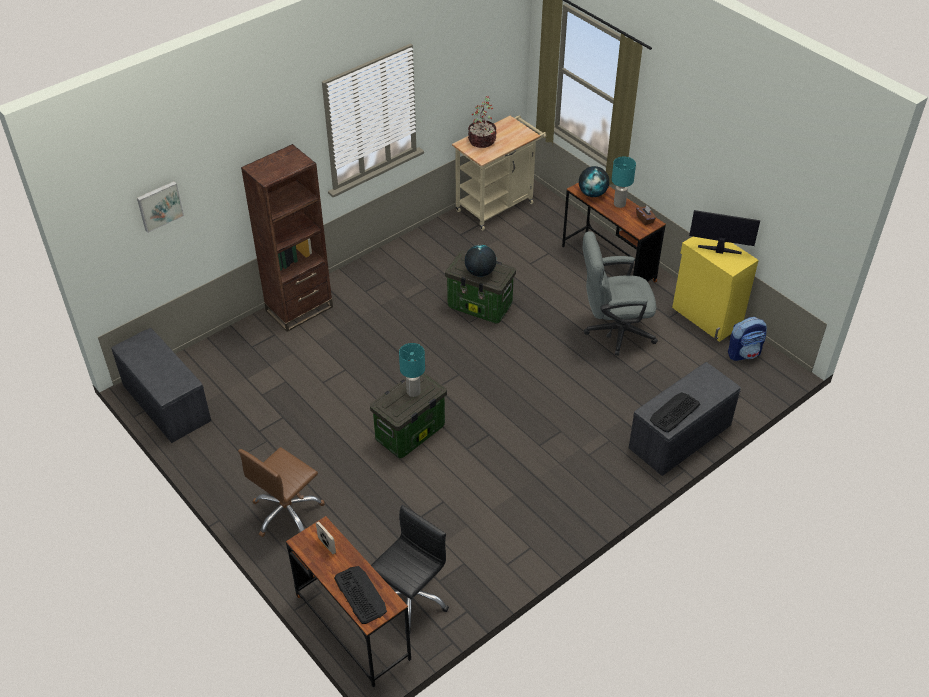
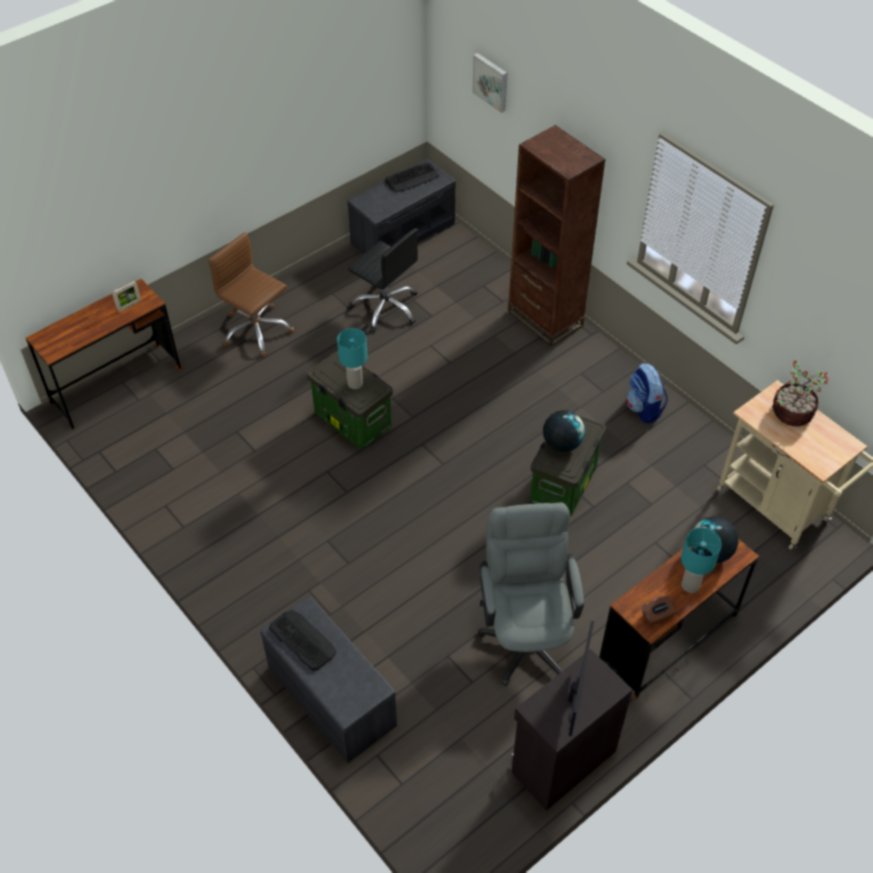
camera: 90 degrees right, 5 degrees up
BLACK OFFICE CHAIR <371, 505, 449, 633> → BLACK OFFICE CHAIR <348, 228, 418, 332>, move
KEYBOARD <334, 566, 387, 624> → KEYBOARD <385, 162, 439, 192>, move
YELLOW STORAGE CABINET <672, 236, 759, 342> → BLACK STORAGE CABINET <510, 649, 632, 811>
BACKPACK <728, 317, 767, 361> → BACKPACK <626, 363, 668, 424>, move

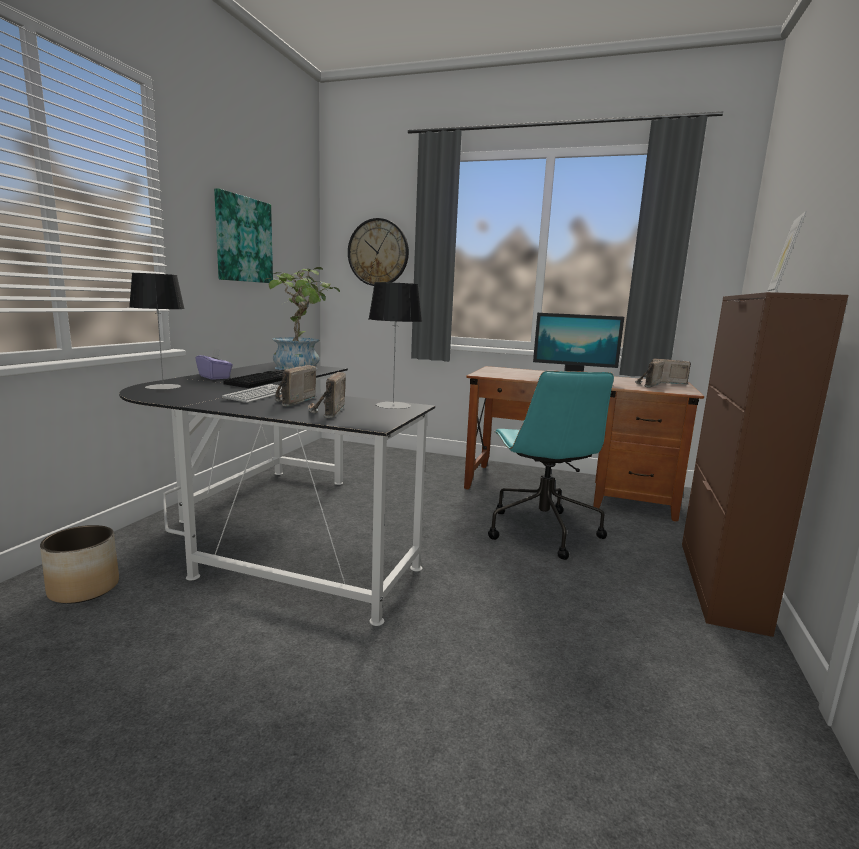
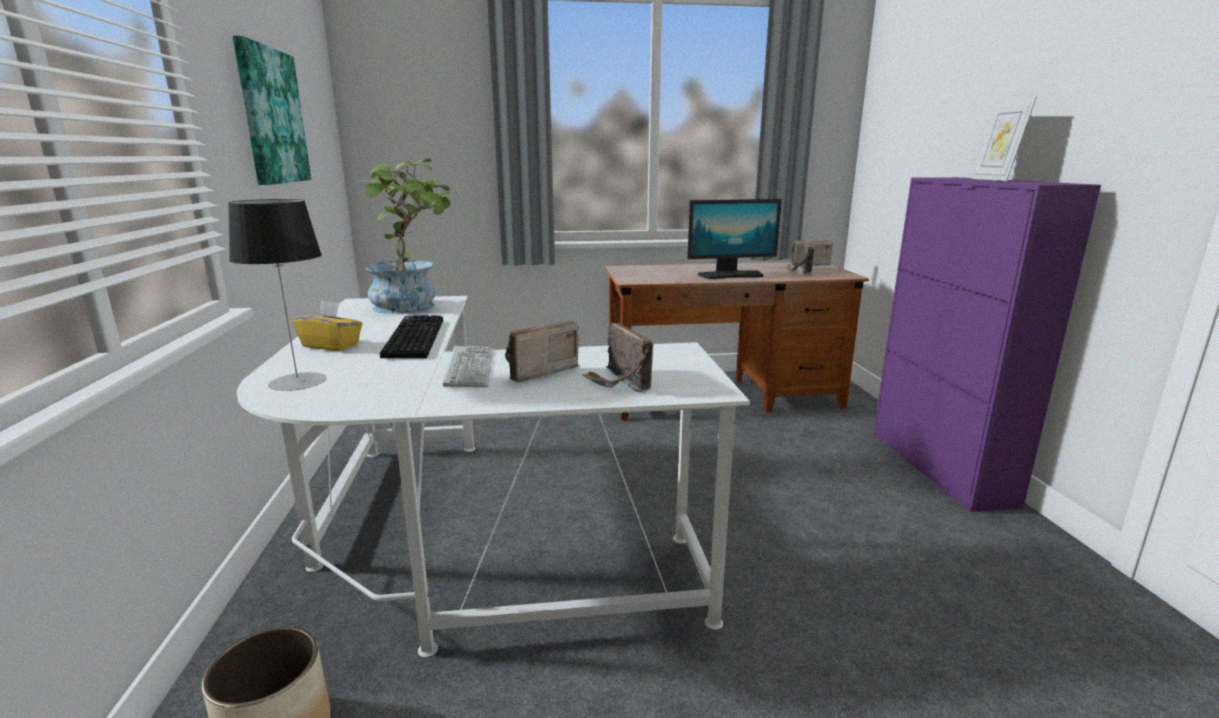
camera: 25 degrees left, 5 degrees up
BLACK DESK UNIT <119, 362, 435, 626> → WHITISH DESK UNIT <237, 296, 750, 657>
PURPLISH TISSUE HOLDER <195, 349, 233, 380> → YELLOW TISSUE HOLDER <292, 301, 362, 351>
RADIO <275, 365, 316, 407> → RADIO <505, 320, 580, 382>, 60 degrees clockwise
BROWNISH STORAGE CABINET <682, 292, 848, 637> → PURPLISH STORAGE CABINET <873, 177, 1101, 512>
CLOCK ON THE WALL <348, 218, 409, 286> → -
LAMP FOR A TABLE <369, 282, 422, 409> → -
BLUE-GREEN OFFICE CHAIR <488, 371, 614, 560> → -

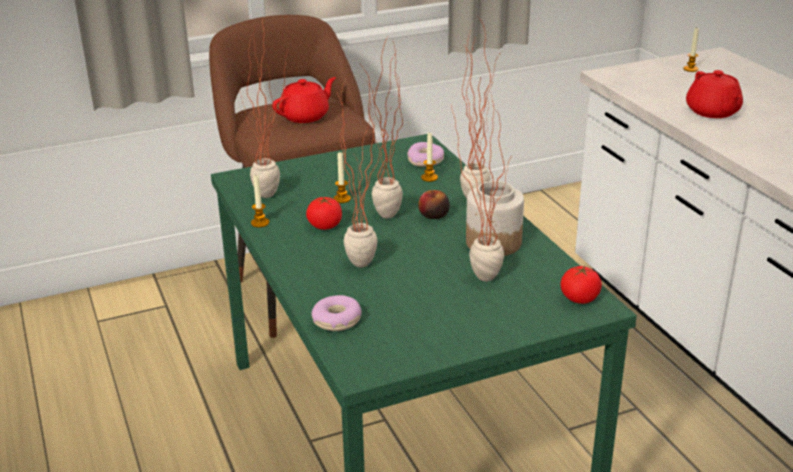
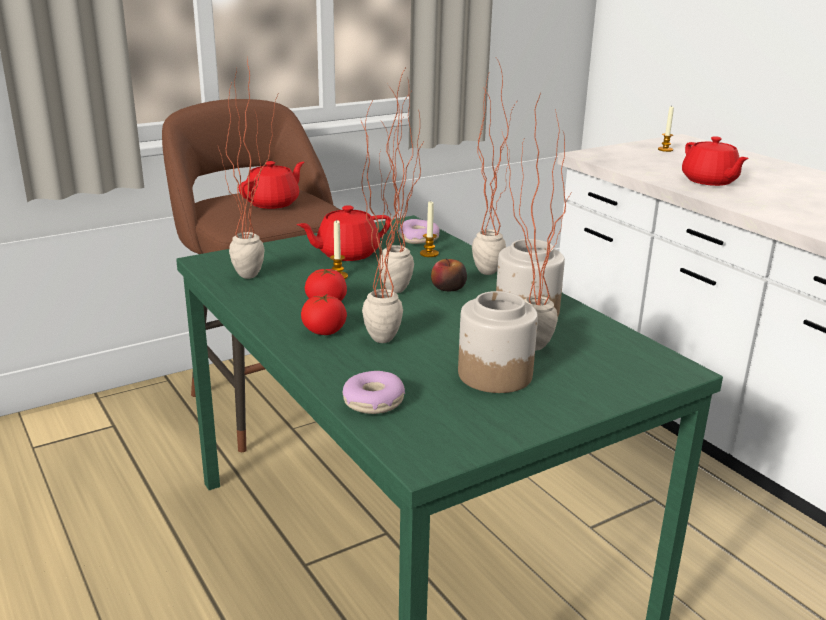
camera: 10 degrees left, 5 degrees down
- → RED-COLOURED POT FOR TEA <297, 205, 391, 261>
WHOLE TOMATO <560, 266, 602, 304> → WHOLE TOMATO <301, 294, 347, 335>, move
- → PRESERVE JAR <458, 291, 538, 393>
WAX LIGHT <251, 175, 269, 227> → -

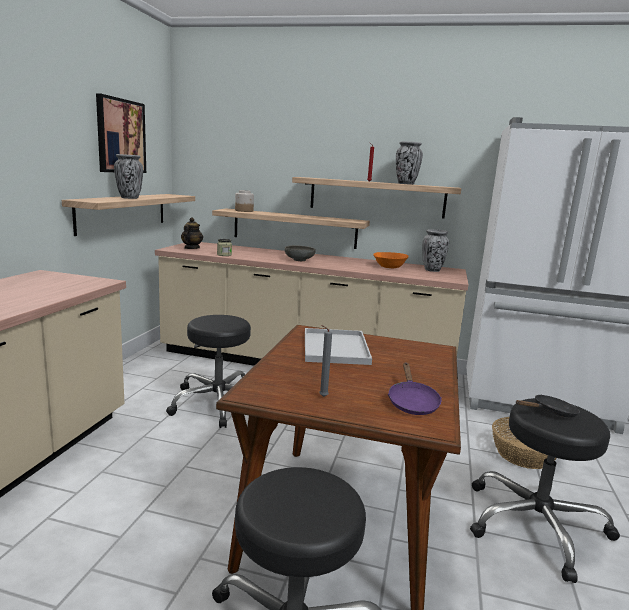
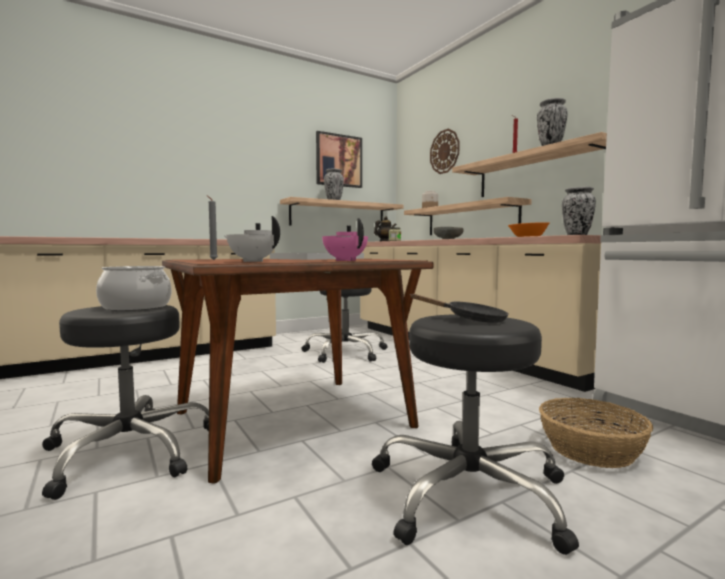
camera: 45 degrees right, 10 degrees down
- → COOKING POT <96, 266, 172, 311>
PURPLISH FRYING PAN <388, 363, 442, 415> → WHITISH POT FOR TEA <225, 216, 280, 262>
- → PINK POT FOR TEA <322, 218, 368, 261>
- → CLOCK ON THE WALL <430, 129, 460, 174>

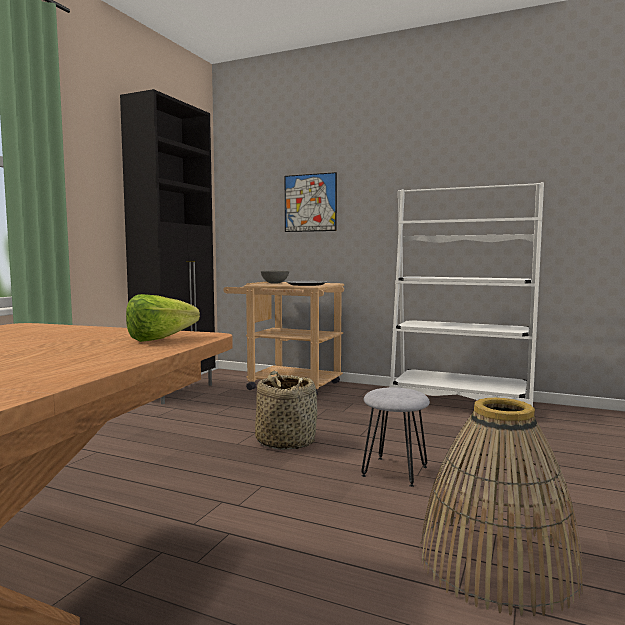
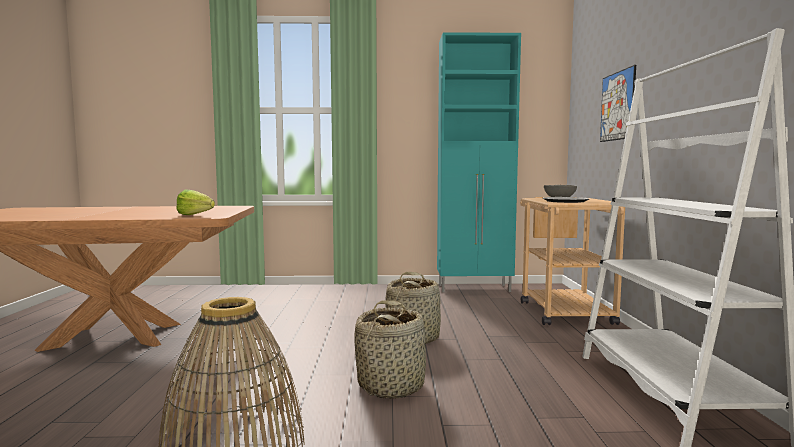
camera: 65 degrees right, 0 degrees up
GREYISH STOOL <361, 387, 430, 487> → STORAGE BASKET <354, 300, 426, 399>
BLACK STORAGE CABINET <120, 89, 215, 404> → BLUE-GREEN STORAGE CABINET <437, 32, 521, 292>

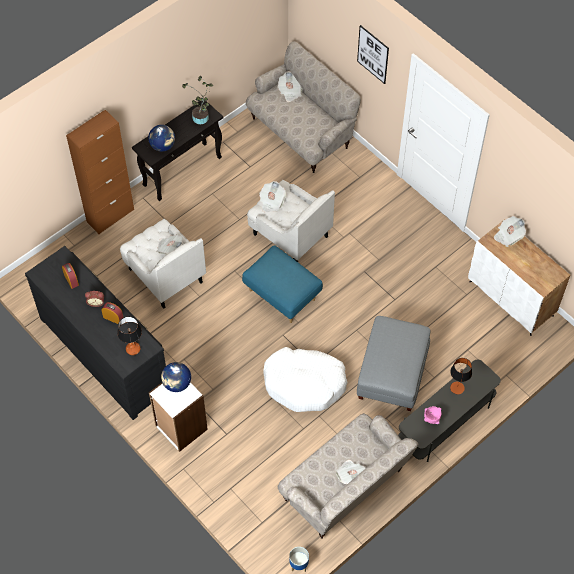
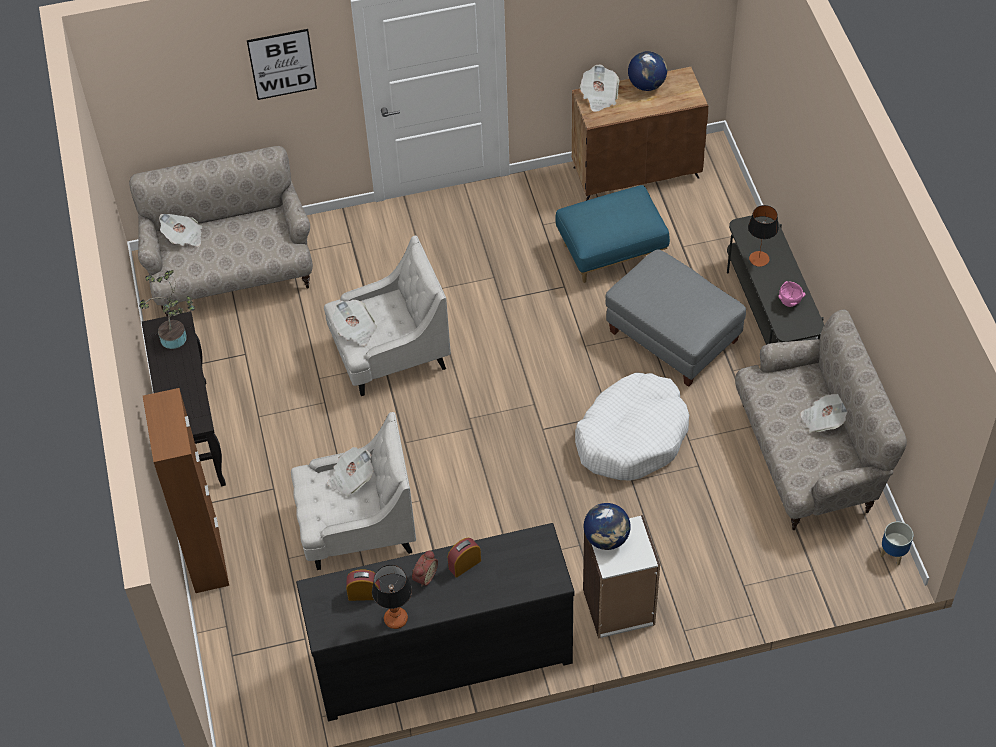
camera: 60 degrees left, 5 degrees down
LAMP FOR A TABLE <117, 317, 142, 355> → LAMP FOR A TABLE <372, 565, 412, 629>, move
BLUE-COLOURED OTTOMAN <242, 245, 323, 323> → BLUE-COLOURED OTTOMAN <556, 185, 670, 283>, move
WHITISH STORAGE CABINET <468, 219, 570, 336> → BROWNISH STORAGE CABINET <572, 67, 708, 201>
DESK GLOBE <148, 125, 175, 151> → DESK GLOBE <628, 51, 667, 91>, move

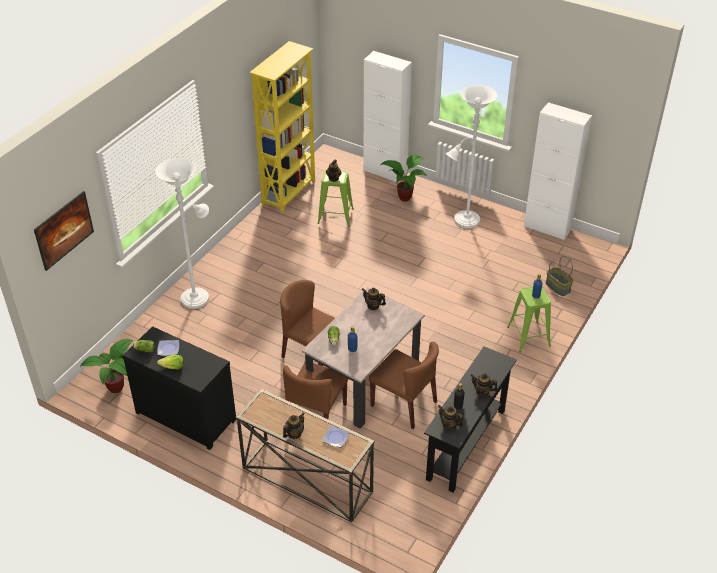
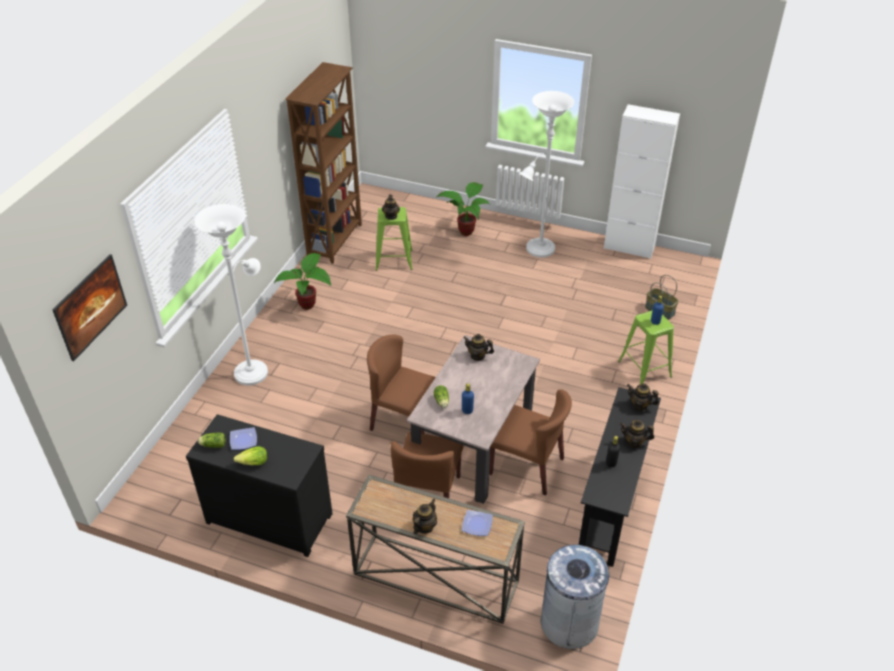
camera: 10 degrees left, 0 degrees up
PLANT IN A POT <80, 339, 133, 393> → PLANT IN A POT <274, 253, 331, 310>, move
YELLOW BOOKCASE <249, 41, 315, 214> → BROWNISH BOOKCASE <285, 62, 362, 264>
- → GREYISH TRASH CAN <541, 545, 612, 649>
POT FOR TEA <438, 405, 464, 430> → POT FOR TEA <627, 383, 659, 411>, move
WHITISH STORAGE CABINET <363, 51, 412, 183> → -

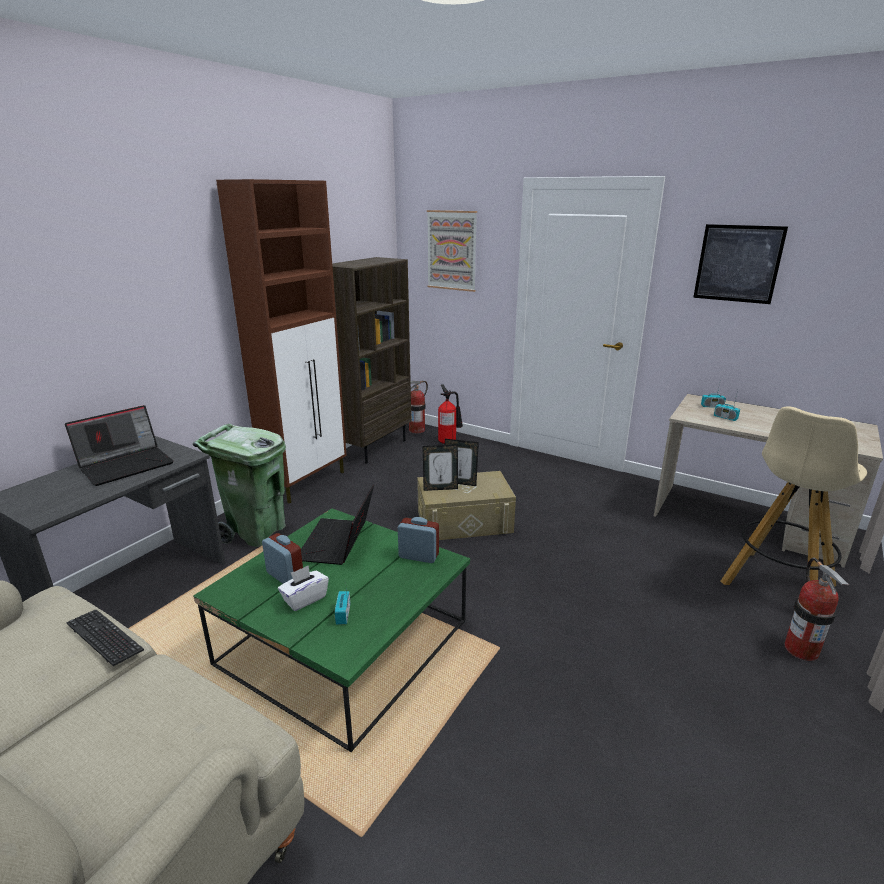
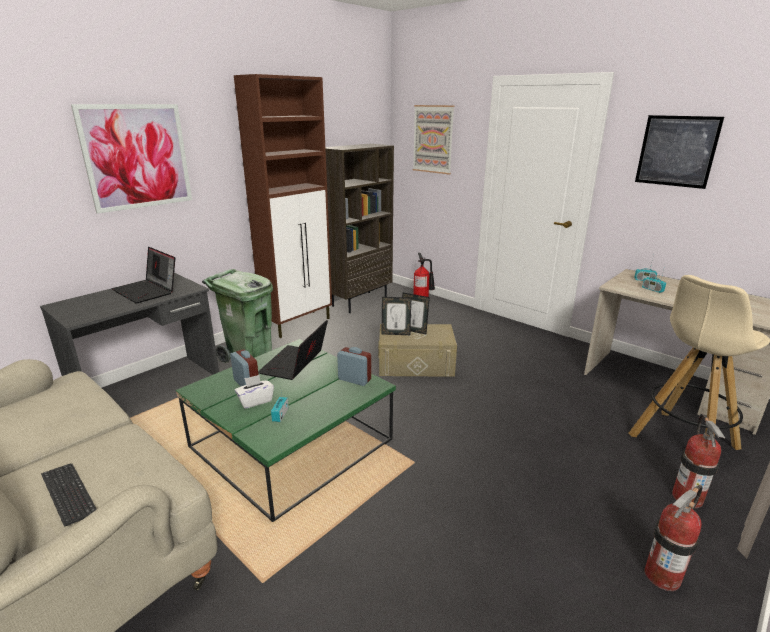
camera: 10 degrees right, 0 degrees up
KEYBOARD <66, 609, 144, 666> → KEYBOARD <41, 464, 97, 527>, move
- → PICTURE <71, 104, 192, 214>
PORTABLE COMPUTER <65, 405, 174, 486> → PORTABLE COMPUTER <112, 247, 175, 303>, 75 degrees clockwise
FIRE EXTINGUISHER <409, 381, 428, 434> → FIRE EXTINGUISHER <644, 485, 702, 591>, move

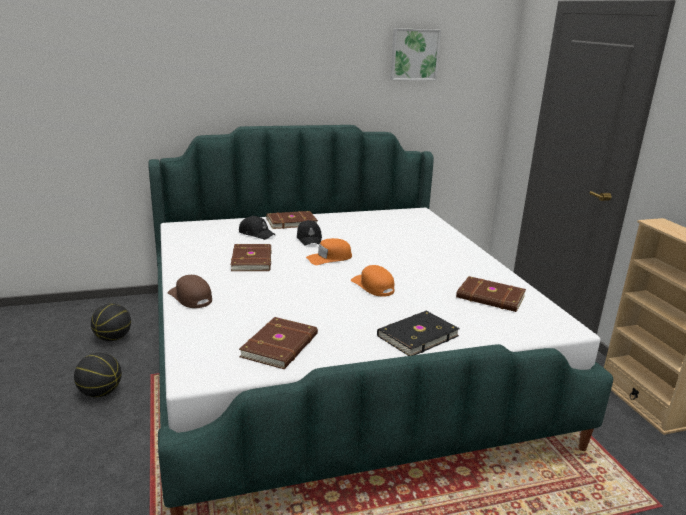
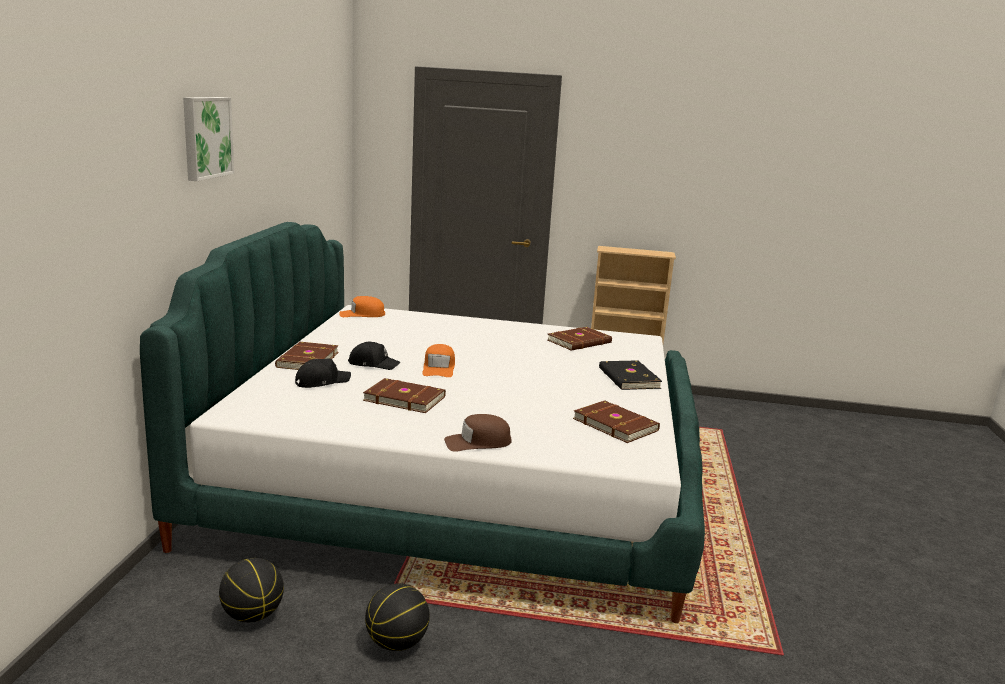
camera: 65 degrees left, 5 degrees down
PICTURE <390, 28, 441, 80> → PICTURE <183, 97, 234, 181>, move
ORANGE-COLOURED BASEBALL CAP <351, 265, 395, 297> → ORANGE-COLOURED BASEBALL CAP <339, 296, 385, 317>, move

